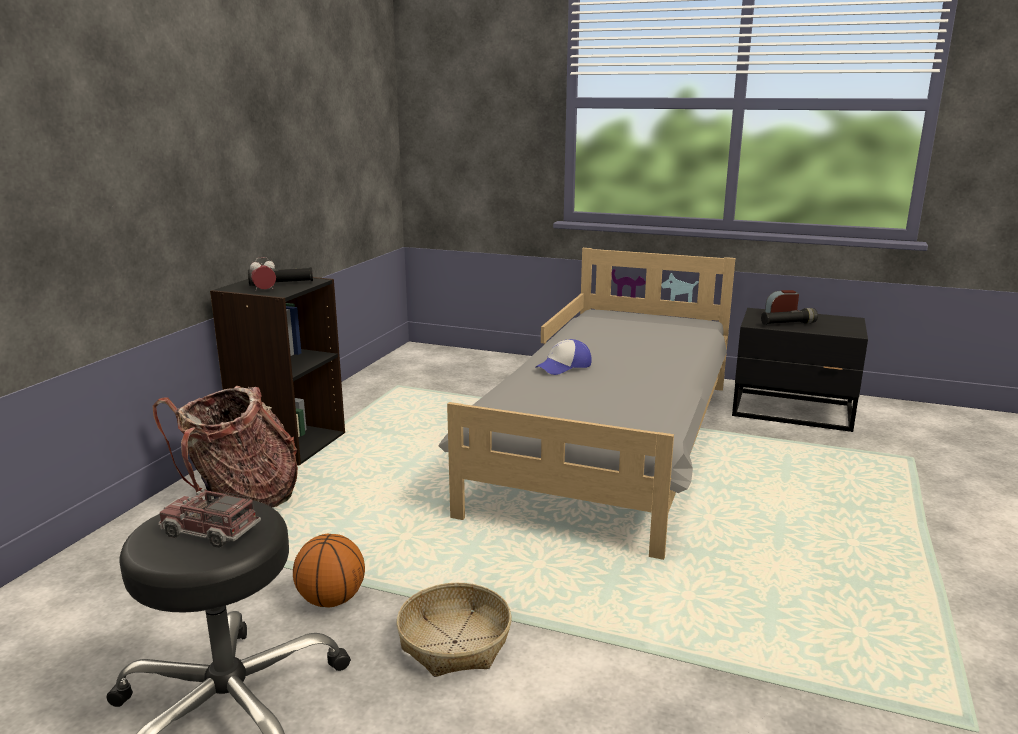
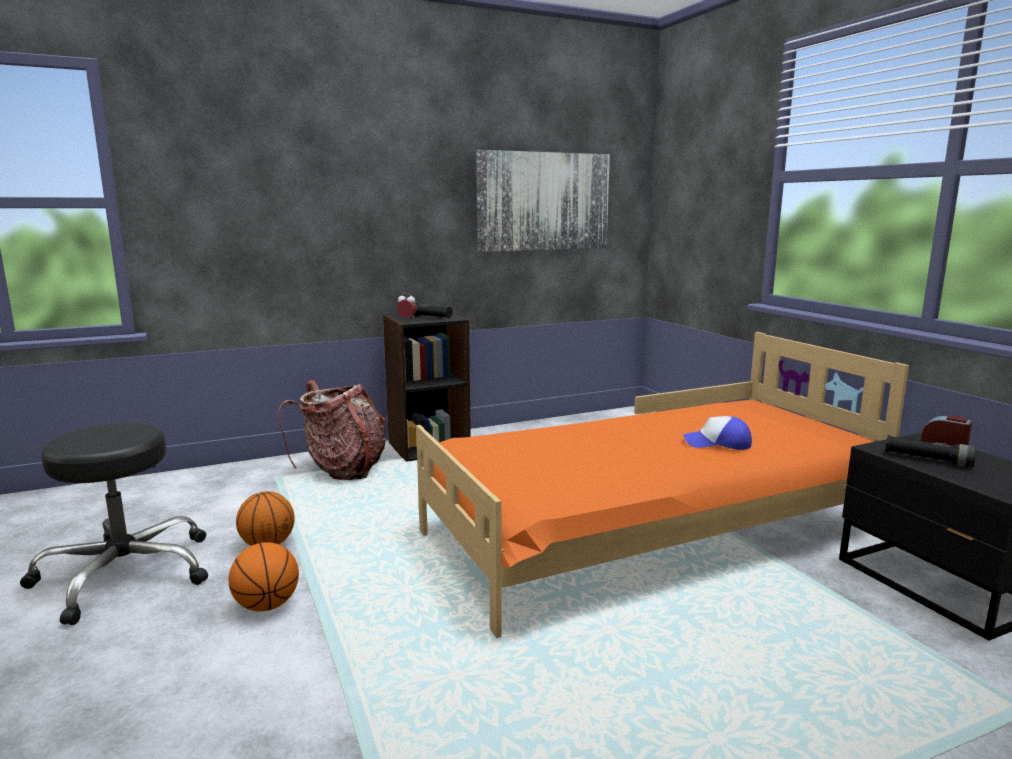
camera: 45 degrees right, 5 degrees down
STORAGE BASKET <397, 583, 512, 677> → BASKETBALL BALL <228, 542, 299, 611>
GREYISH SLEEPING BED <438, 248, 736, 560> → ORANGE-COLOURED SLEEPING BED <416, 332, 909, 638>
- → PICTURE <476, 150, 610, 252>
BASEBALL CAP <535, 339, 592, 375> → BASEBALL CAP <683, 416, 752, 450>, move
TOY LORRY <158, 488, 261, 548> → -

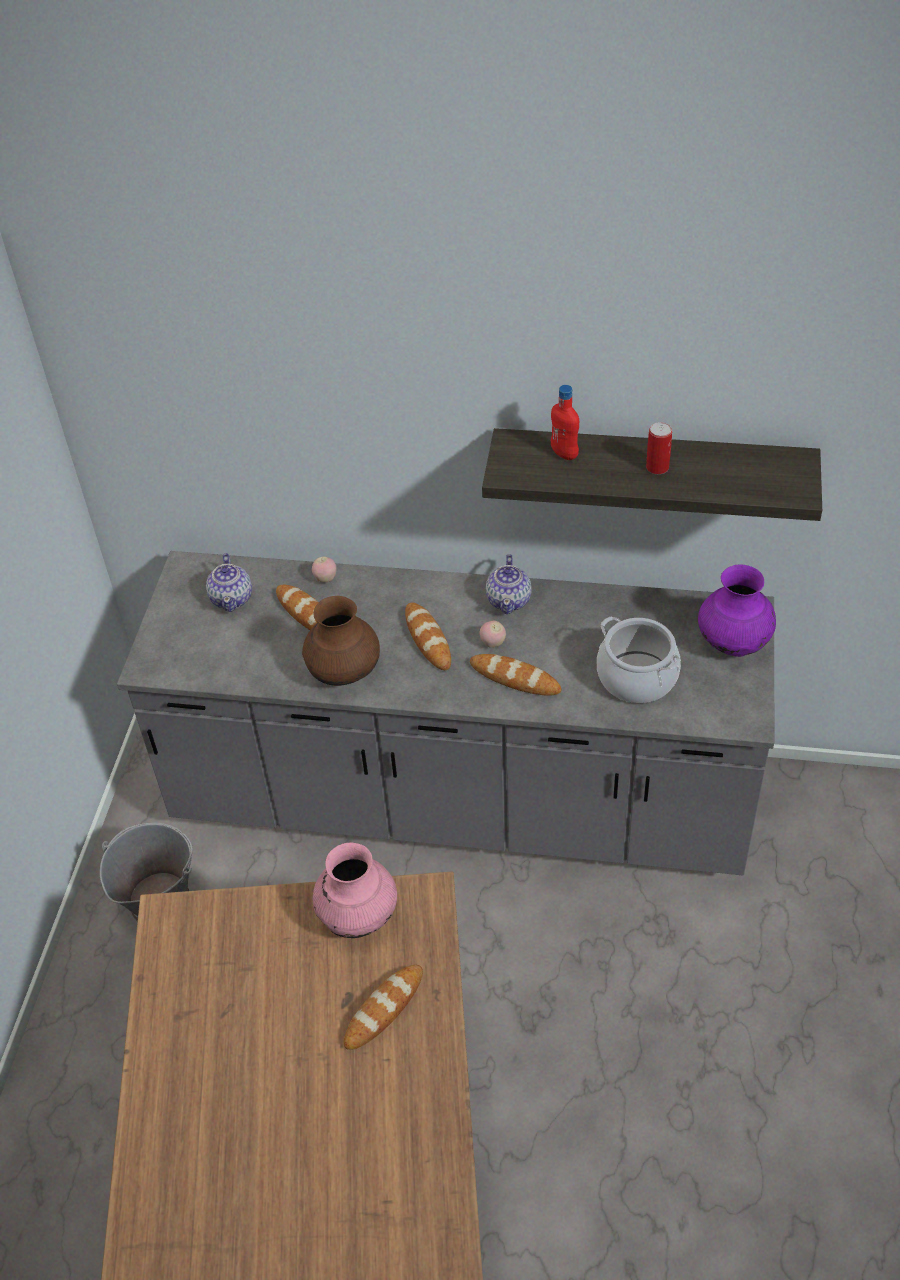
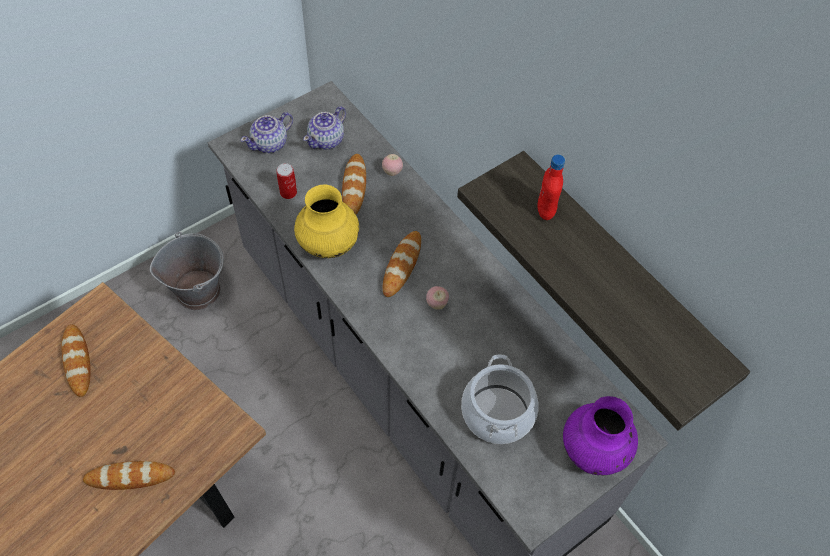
camera: 40 degrees right, 10 degrees up
BAKED BREAD <470, 654, 561, 696> → BAKED BREAD <61, 324, 91, 397>, move
POT FOR TEA <486, 554, 532, 614> → POT FOR TEA <241, 112, 293, 153>, move
SEALED CAN <646, 422, 672, 474> → SEALED CAN <276, 163, 297, 199>, move
BROWNISH DECORATIVE VASE <302, 596, 380, 686> → YELLOW DECORATIVE VASE <294, 185, 359, 258>
PINK DECORATIVE VASE <313, 843, 397, 938> → -

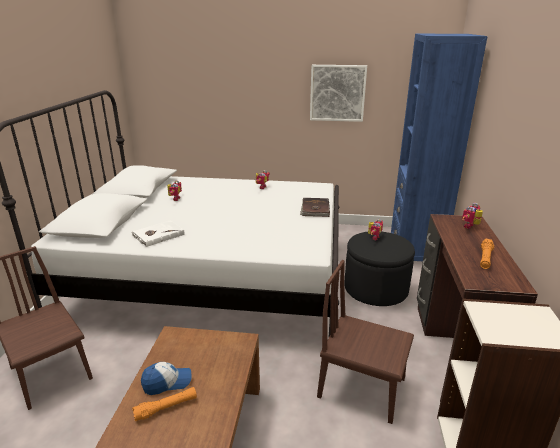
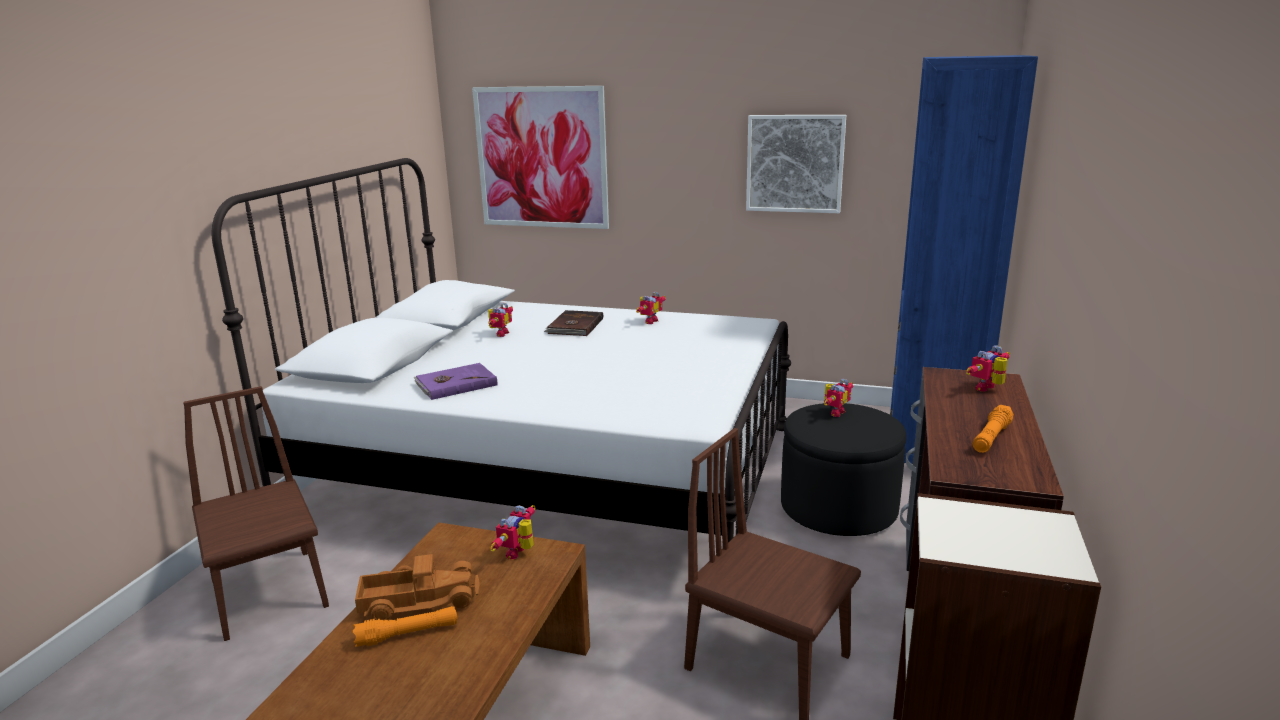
camera: 10 degrees right, 5 degrees down
BASEBALL CAP <141, 362, 192, 395> → TOY LORRY <355, 554, 480, 621>
WHITISH BOUND BOOK <131, 220, 185, 247> → PURPLISH BOUND BOOK <414, 363, 497, 400>
- → PICTURE <472, 86, 609, 229>
- → ROBOT FIGURE <490, 505, 535, 559>
BROWNISH BOUND BOOK <300, 198, 330, 217> → BROWNISH BOUND BOOK <544, 310, 603, 336>, move

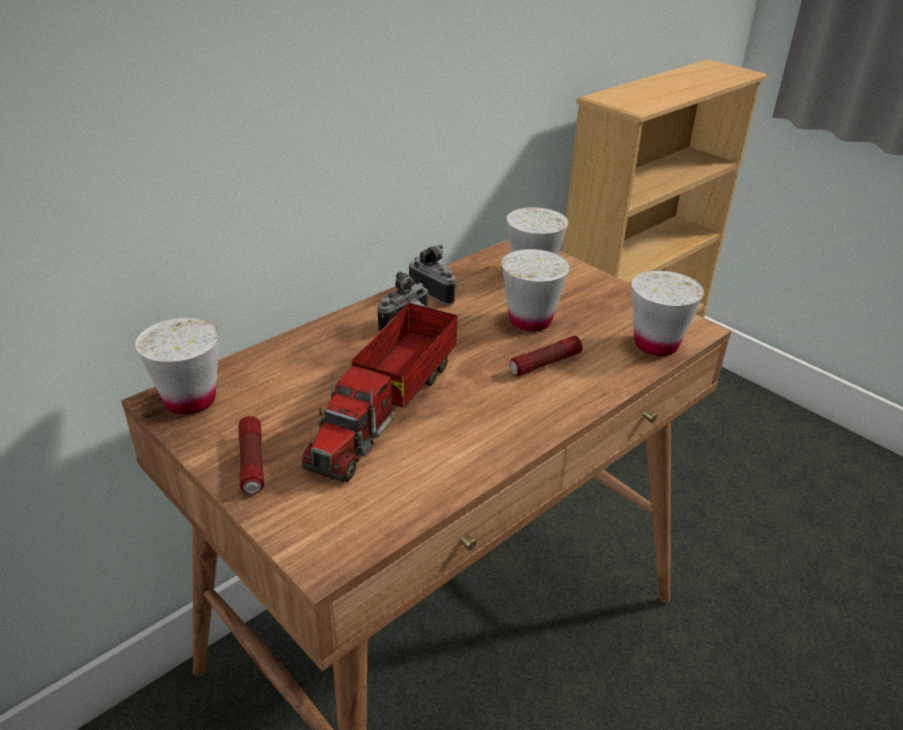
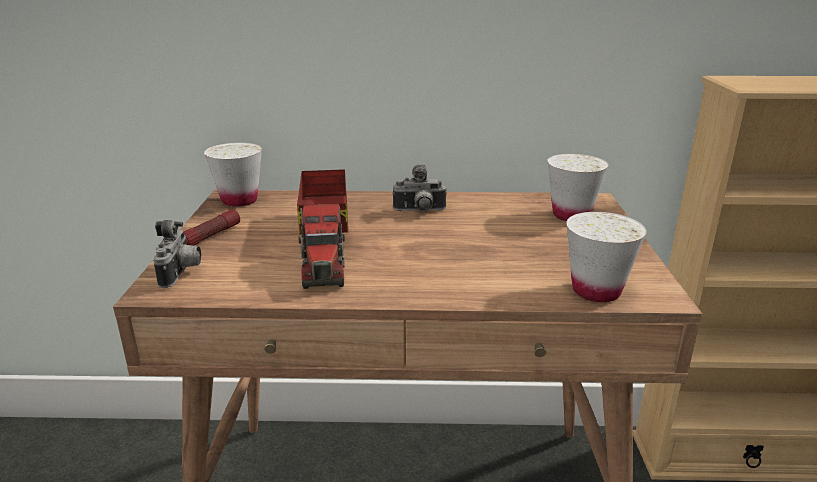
camera: 45 degrees right, 10 degrees down
PHOTO CAMERA <409, 245, 457, 305> → PHOTO CAMERA <153, 220, 201, 288>, move
TOY LORRY <302, 303, 457, 482> → TOY LORRY <297, 169, 348, 289>, 75 degrees counterclockwise
WHITISH DRINKING CUP <501, 249, 570, 331> → -
TORCH <509, 336, 583, 376> → -

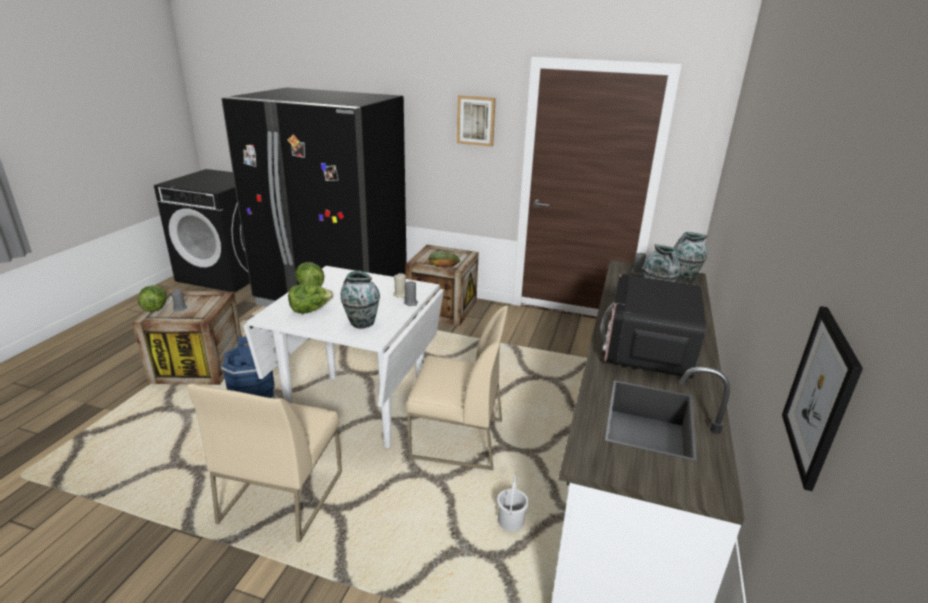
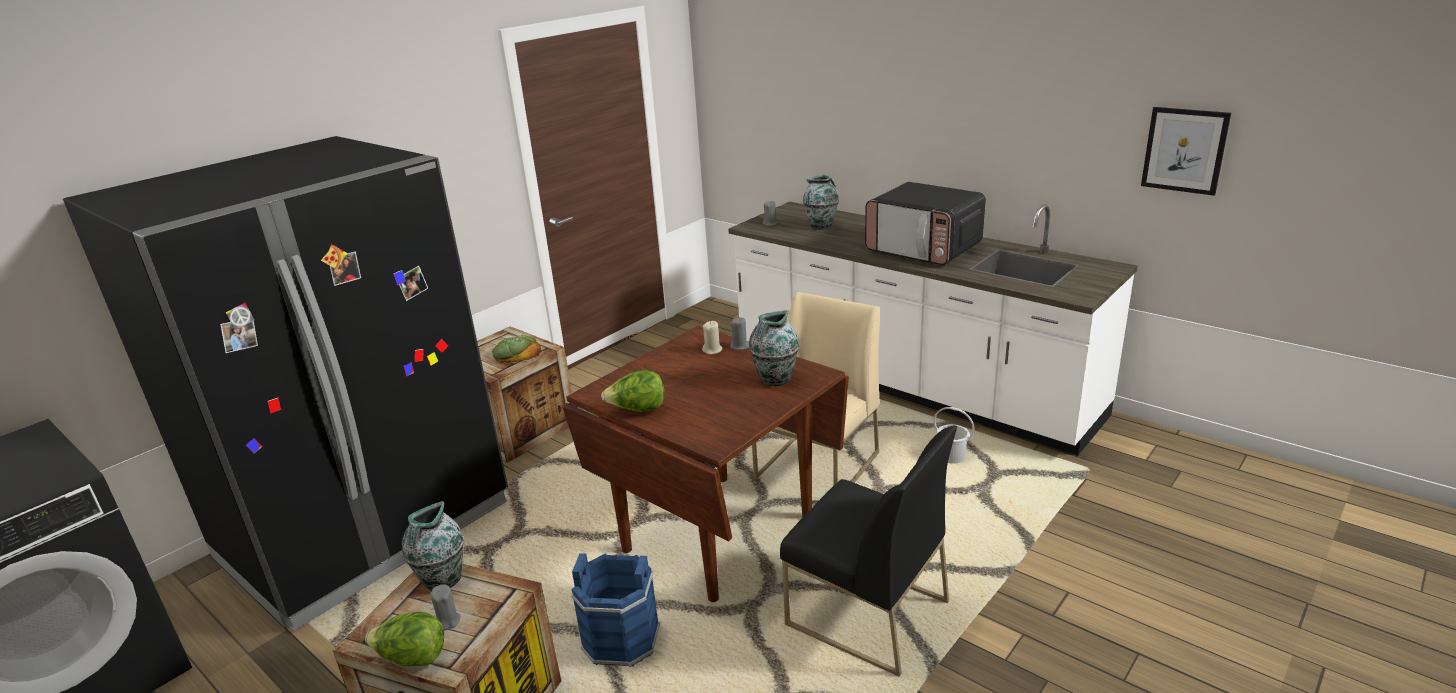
camera: 65 degrees left, 0 degrees up
DECORATIVE VASE <674, 232, 707, 281> → DECORATIVE VASE <402, 501, 464, 591>, move
WHITISH KITCHEN TABLE <243, 266, 444, 448> → BROWNISH KITCHEN TABLE <562, 326, 849, 602>
BEIGE-COLOURED UPRIGHT CHAIR <187, 383, 342, 543> → BLACK UPRIGHT CHAIR <780, 426, 957, 677>
HEAD OF LETTUCE <288, 283, 333, 314> → -
PICTURE <457, 95, 496, 147> → -

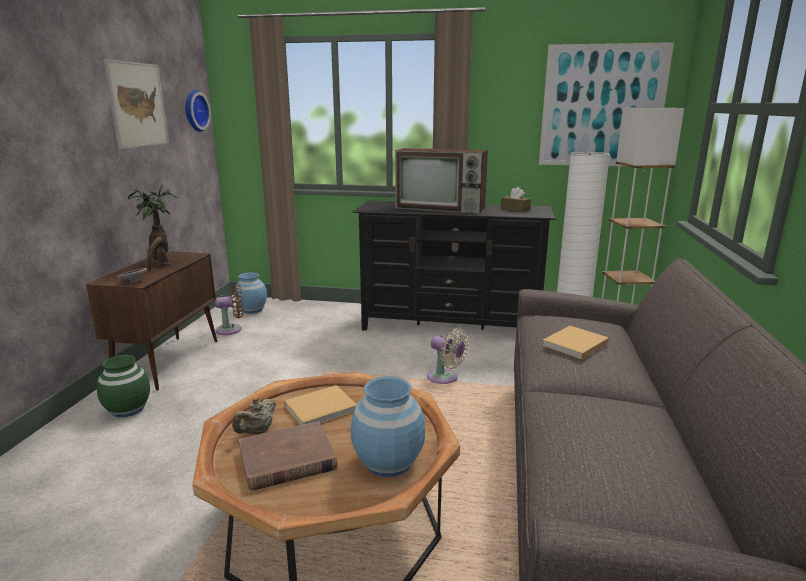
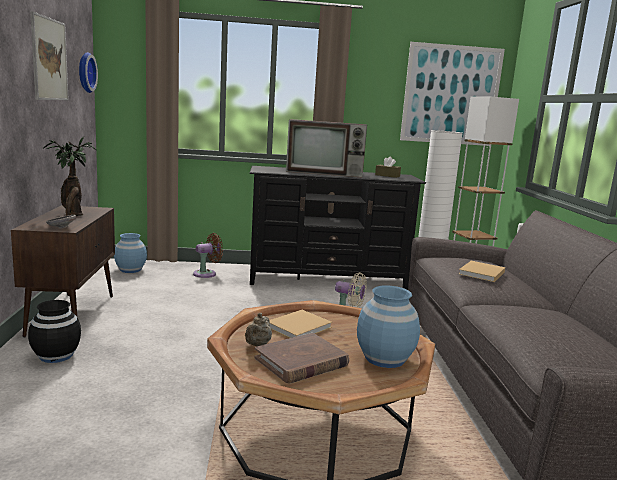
camera: 15 degrees left, 5 degrees down
GREEN DECORATIVE VASE <97, 355, 150, 418> → BLACK DECORATIVE VASE <28, 300, 81, 363>
BROWNISH COOLING FAN <215, 285, 244, 335> → BROWNISH COOLING FAN <193, 233, 223, 278>, move

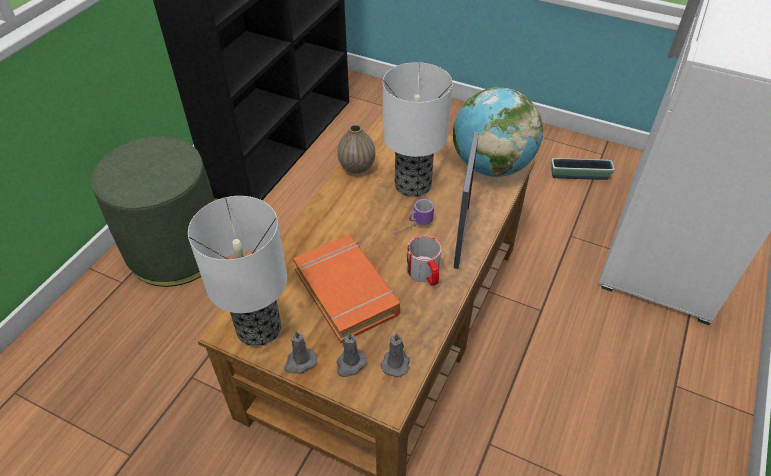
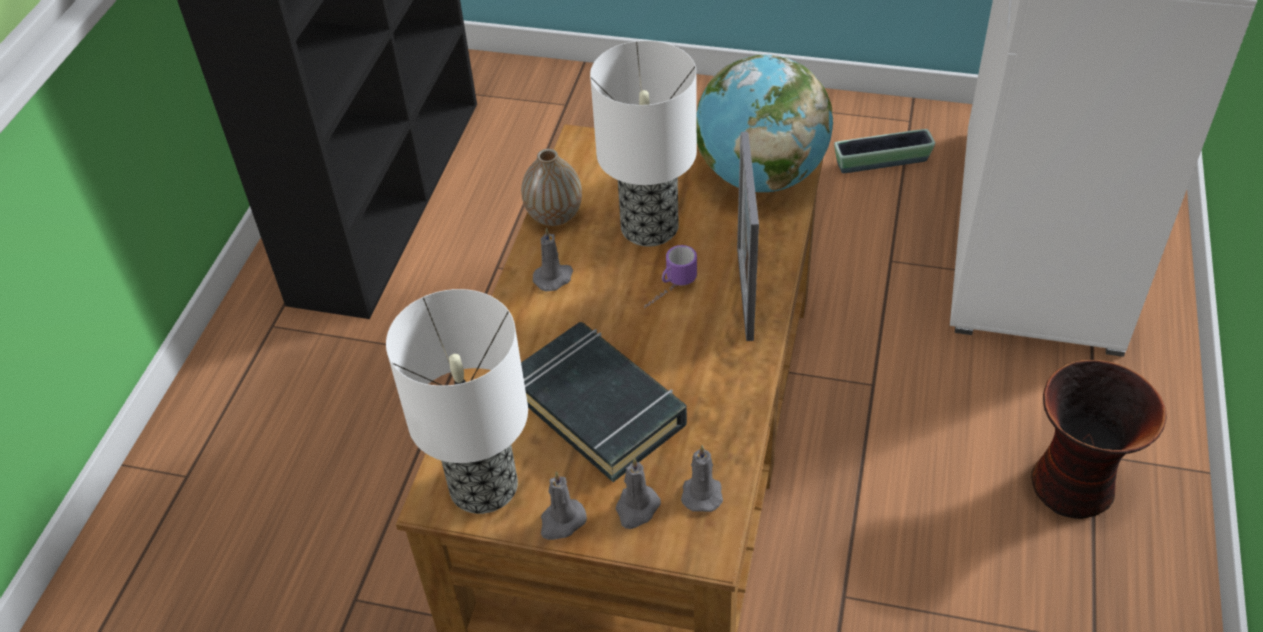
camera: 10 degrees left, 0 degrees up
ORANGE-COLOURED BOUND BOOK <293, 235, 400, 343> → BLACK BOUND BOOK <521, 322, 687, 482>
- → GREYISH WAX LIGHT <533, 227, 573, 291>
- → DECORATIVE VASE <1031, 360, 1167, 519>
GREEN OTTOMAN <91, 136, 215, 287> → -
MUG <407, 236, 441, 285> → -

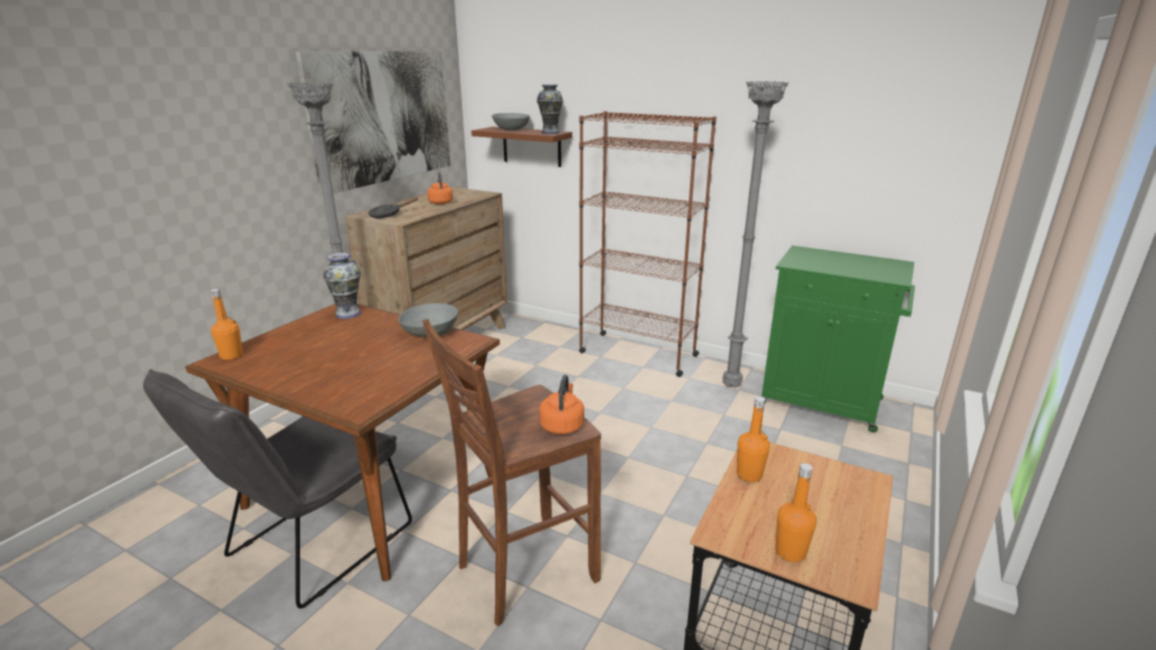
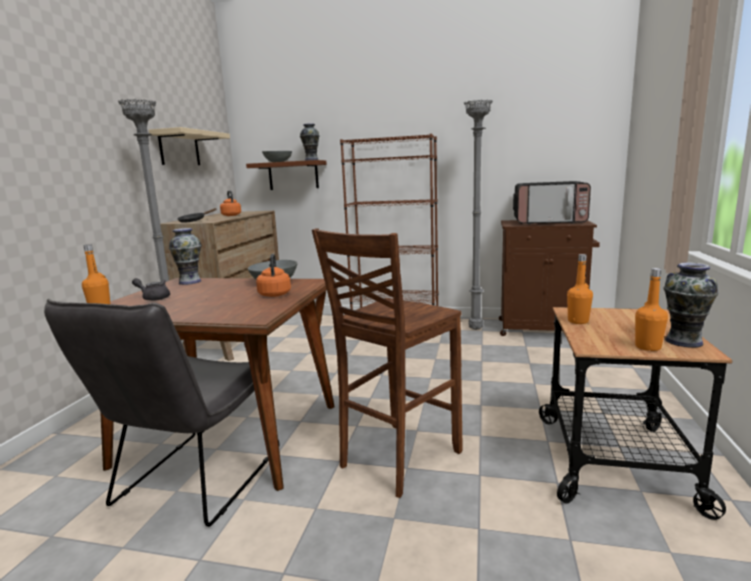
camera: 15 degrees left, 10 degrees down
- → GREYISH POT FOR TEA <132, 278, 170, 301>
PICTURE <295, 51, 451, 196> → BEIGE-COLOURED WALL SHELF <149, 127, 230, 165>
ORANGE-COLOURED KETTLE <539, 375, 584, 435> → ORANGE-COLOURED KETTLE <256, 254, 291, 297>, move
GREEN STORAGE CABINET <762, 246, 915, 433> → BROWNISH STORAGE CABINET <499, 220, 600, 336>
- → MICROWAVE OVEN <513, 181, 591, 224>
- → DECORATIVE VASE <664, 263, 718, 348>

